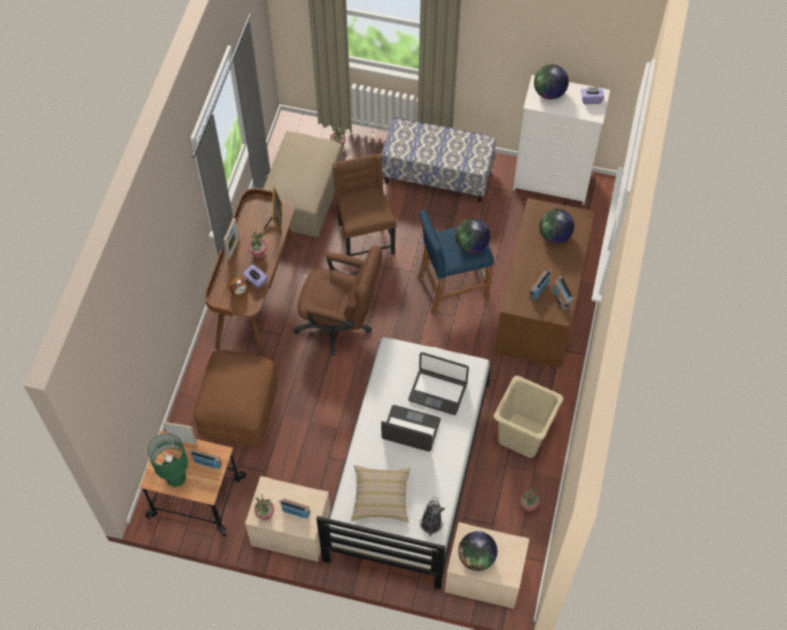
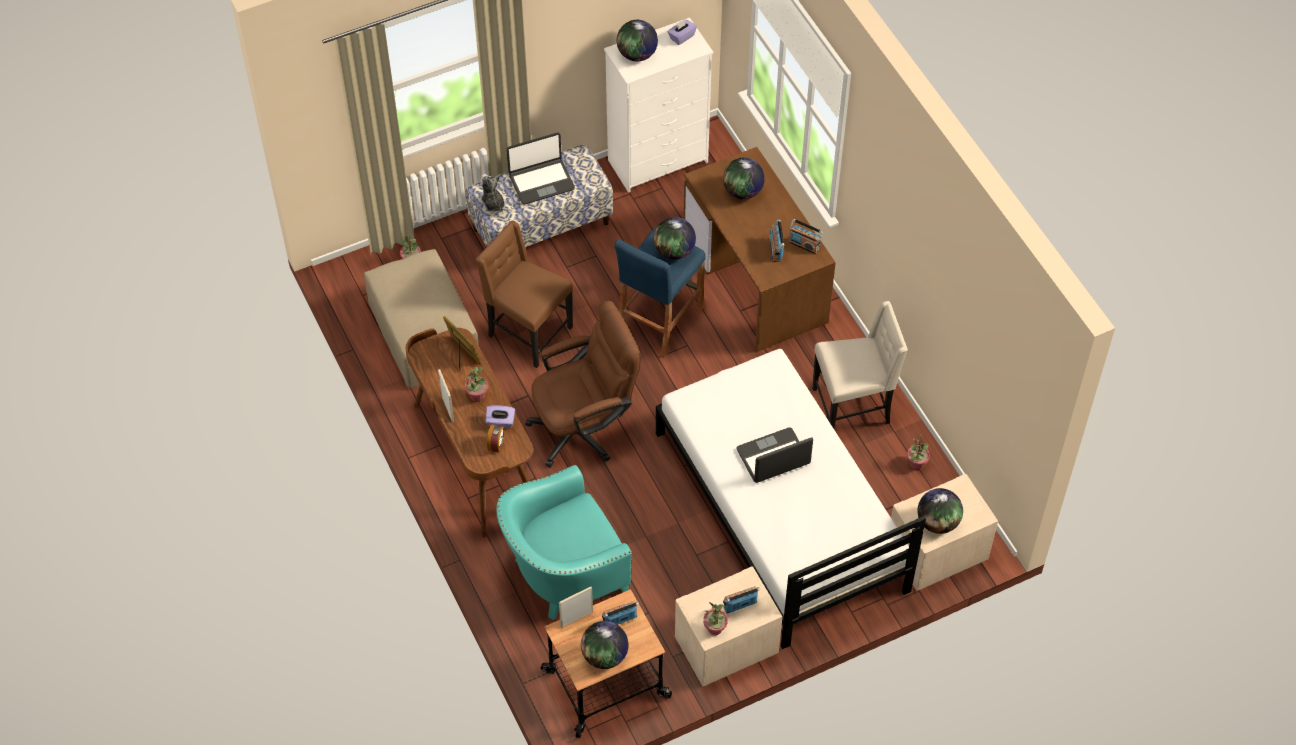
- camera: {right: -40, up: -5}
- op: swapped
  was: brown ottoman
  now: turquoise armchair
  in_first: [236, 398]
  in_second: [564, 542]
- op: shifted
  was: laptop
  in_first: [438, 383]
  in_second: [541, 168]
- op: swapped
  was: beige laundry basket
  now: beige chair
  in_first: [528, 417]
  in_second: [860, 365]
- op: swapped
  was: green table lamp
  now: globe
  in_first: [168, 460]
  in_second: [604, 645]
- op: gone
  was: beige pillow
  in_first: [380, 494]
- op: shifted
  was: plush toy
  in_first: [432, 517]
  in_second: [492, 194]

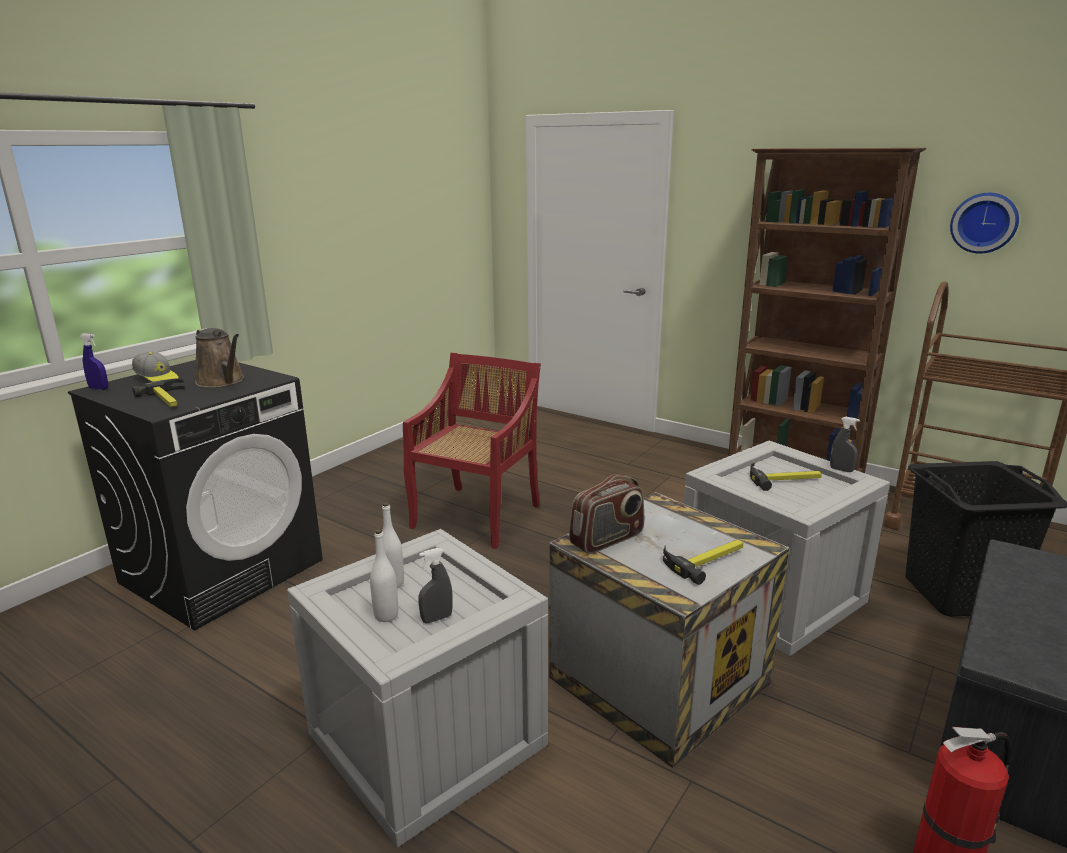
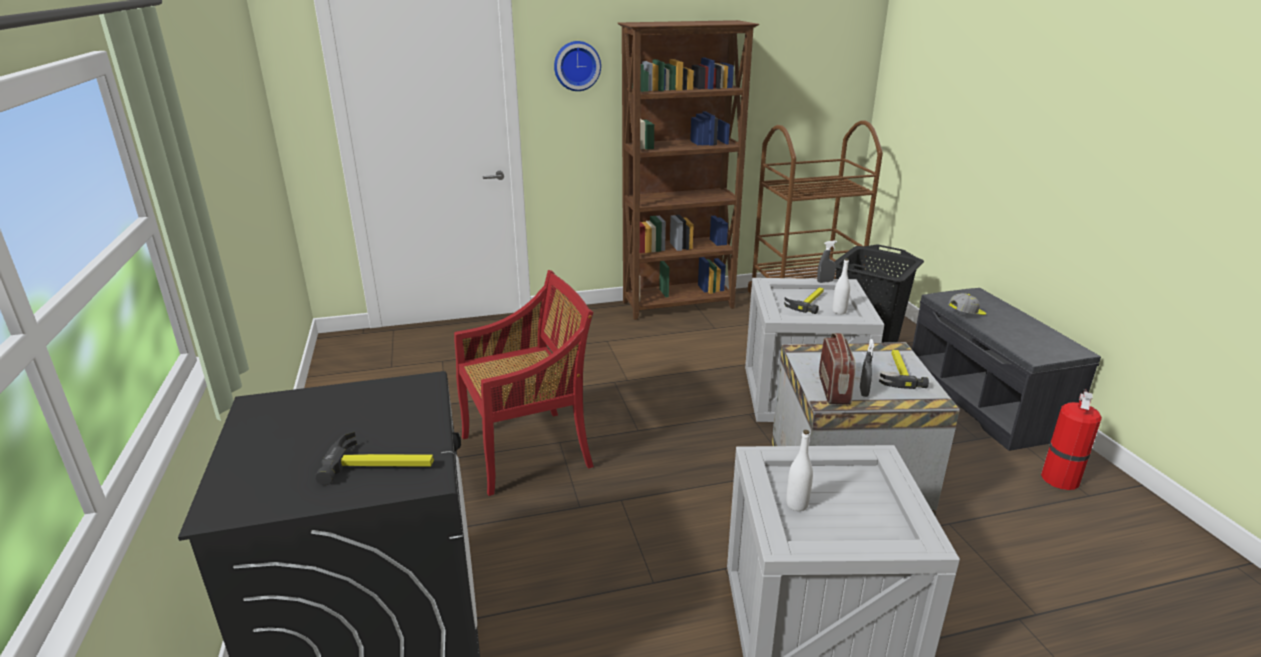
- camera: {right: -50, up: 5}
- op: shifted
  was: wall clock
  in_first: [984, 223]
  in_second: [577, 66]
- op: gone
  was: brown watering can
  in_first: [219, 358]
- op: gone
  was: blue spray bottle
  in_first: [94, 361]
- op: shifted
  was: cap
  in_first: [155, 366]
  in_second: [967, 304]
- op: rotated
  was: red chair
  in_first: [472, 450]
  in_second: [524, 383]
  clockwise: 90
- op: shifted
  was: white bottle
  in_first: [384, 575]
  in_second: [841, 286]
- op: shifted
  was: grey spray bottle
  in_first: [435, 585]
  in_second: [867, 368]

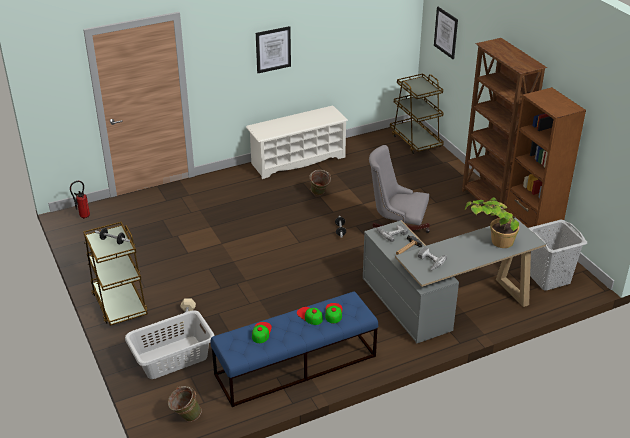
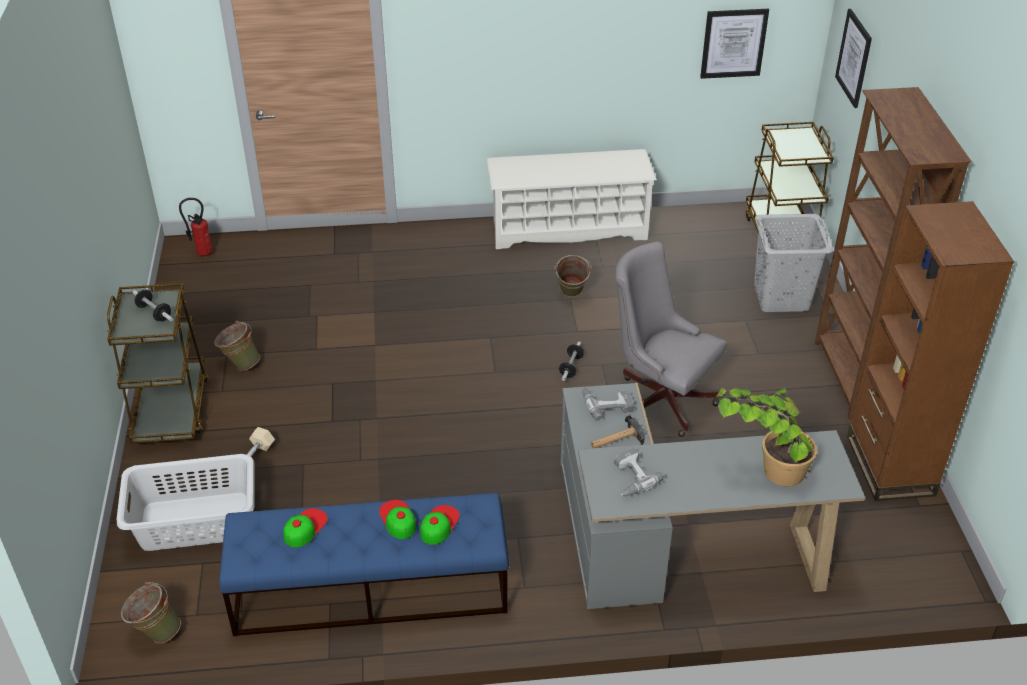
- camera: {right: 20, up: 5}
- op: shifted
  was: picture
  in_first: [273, 49]
  in_second: [734, 44]
- op: shifted
  was: grey laundry basket
  in_first: [557, 255]
  in_second: [793, 263]
- op: new
  now: green bucket
  in_second: [237, 346]

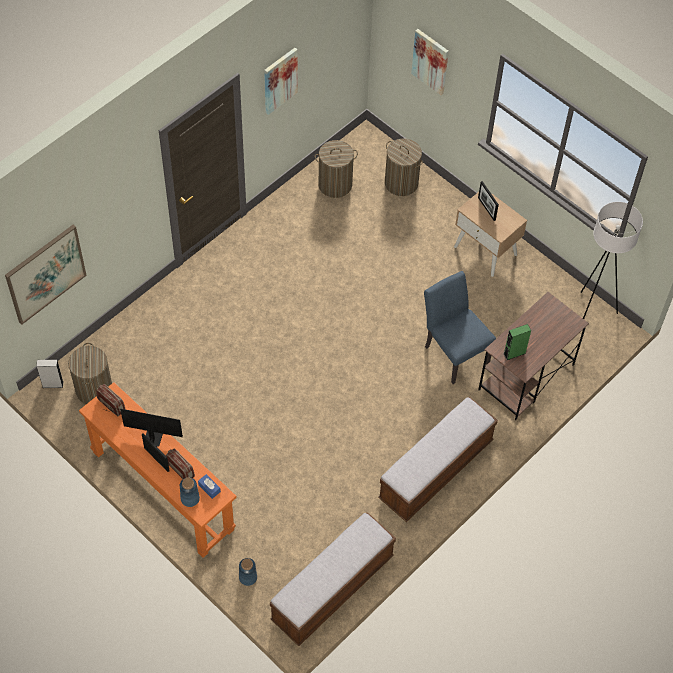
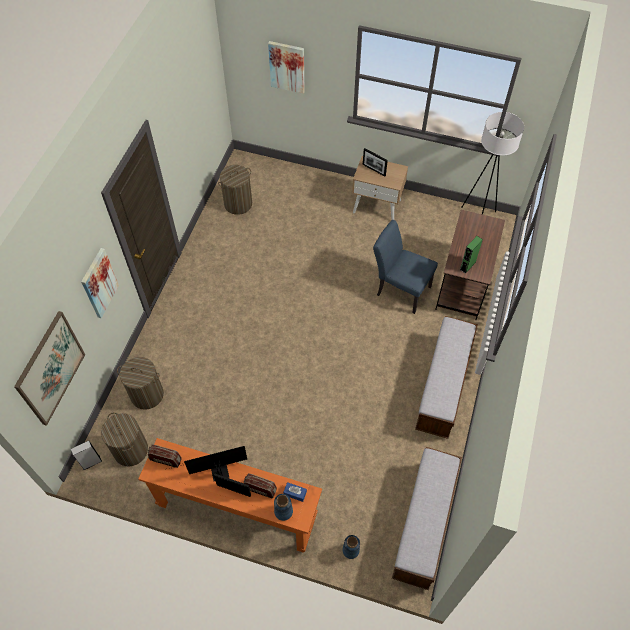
- camera: {right: -25, up: 0}
- op: shifted
  was: picture
  in_first: [281, 81]
  in_second: [100, 283]
- op: shifted
  was: laundry basket
  in_first: [404, 167]
  in_second: [140, 383]

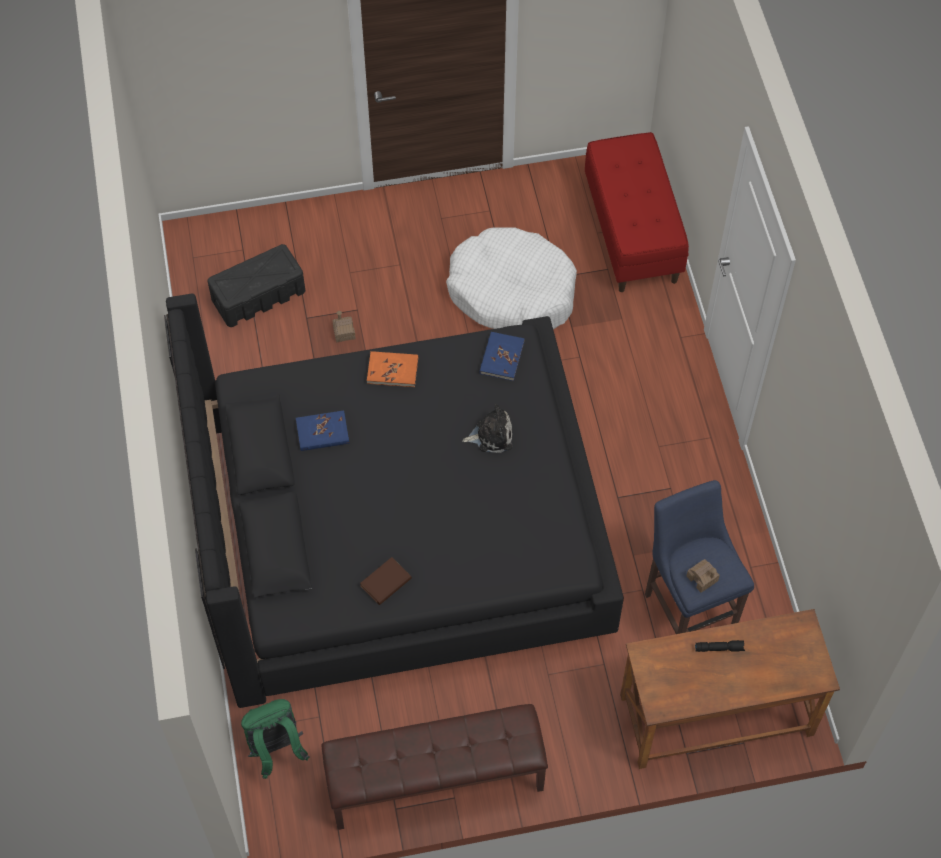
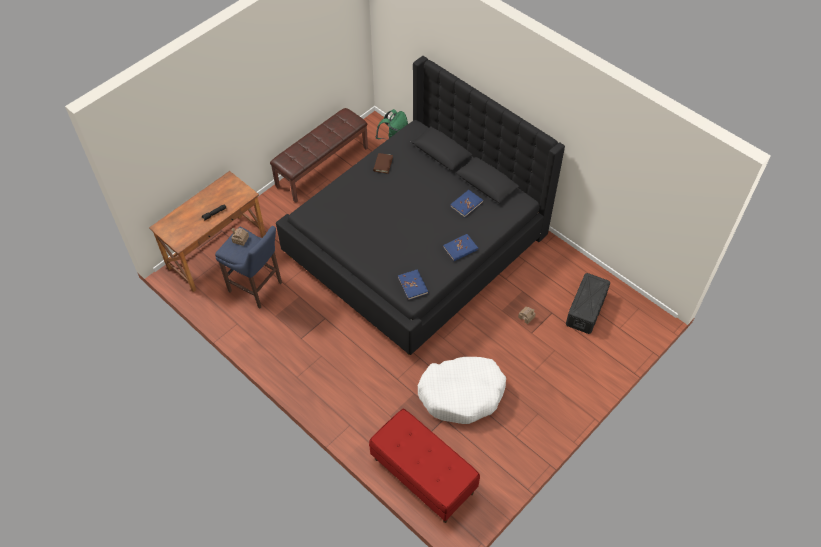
- camera: {right: 145, up: -5}
- op: repainted
  was: orange book
  now: blue book
  in_first: [392, 369]
  in_second: [460, 247]
- op: gone
  was: plush toy
  in_first: [487, 428]

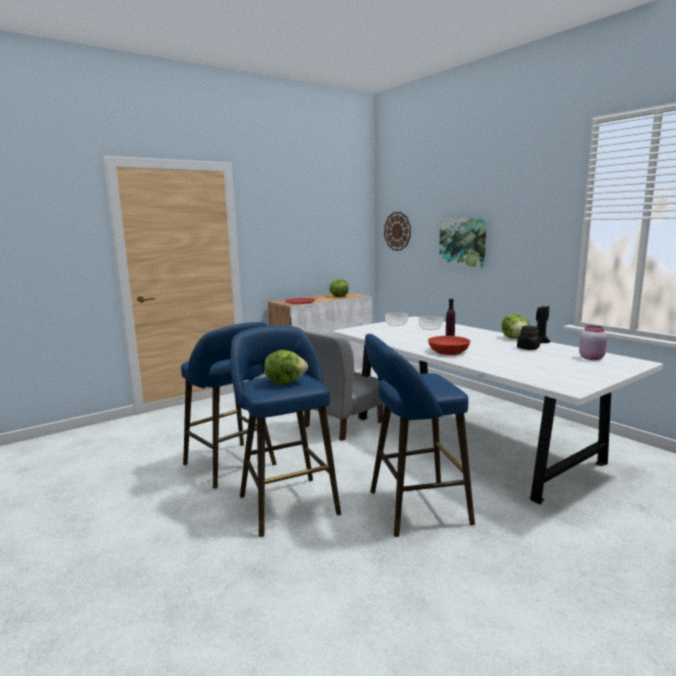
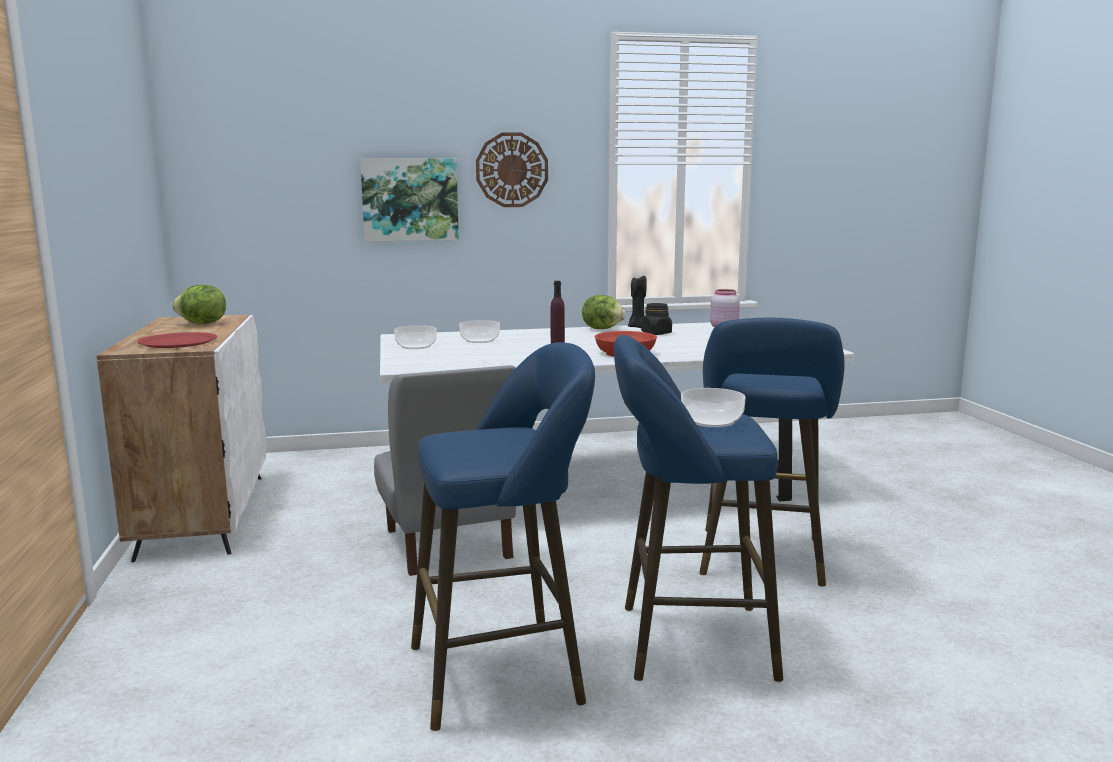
- camera: {right: -65, up: 0}
- op: shifted
  was: wall clock
  in_first: [397, 231]
  in_second: [512, 169]
- op: swapped
  was: lettuce
  now: bowl
  in_first: [286, 367]
  in_second: [713, 407]

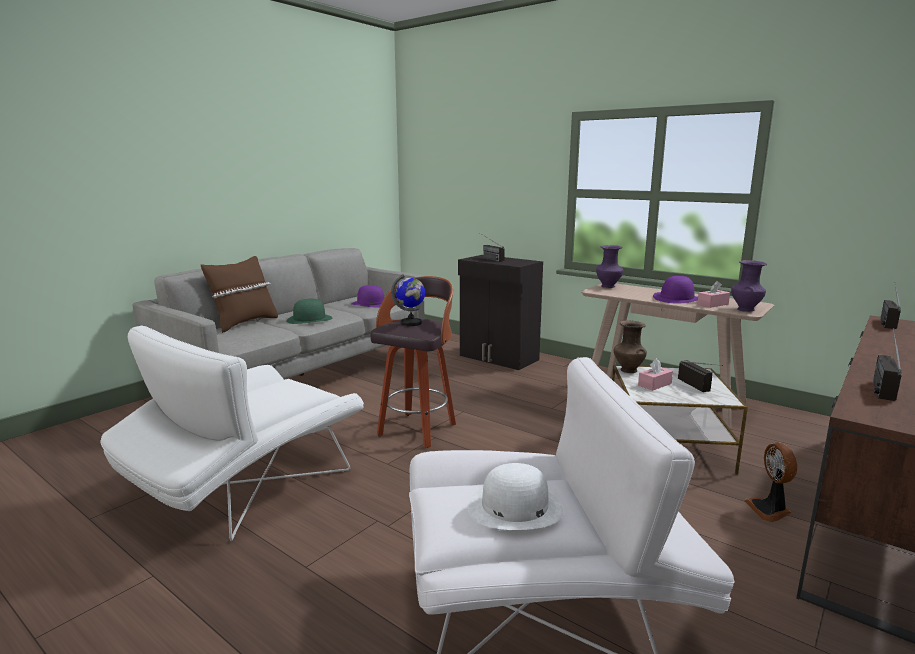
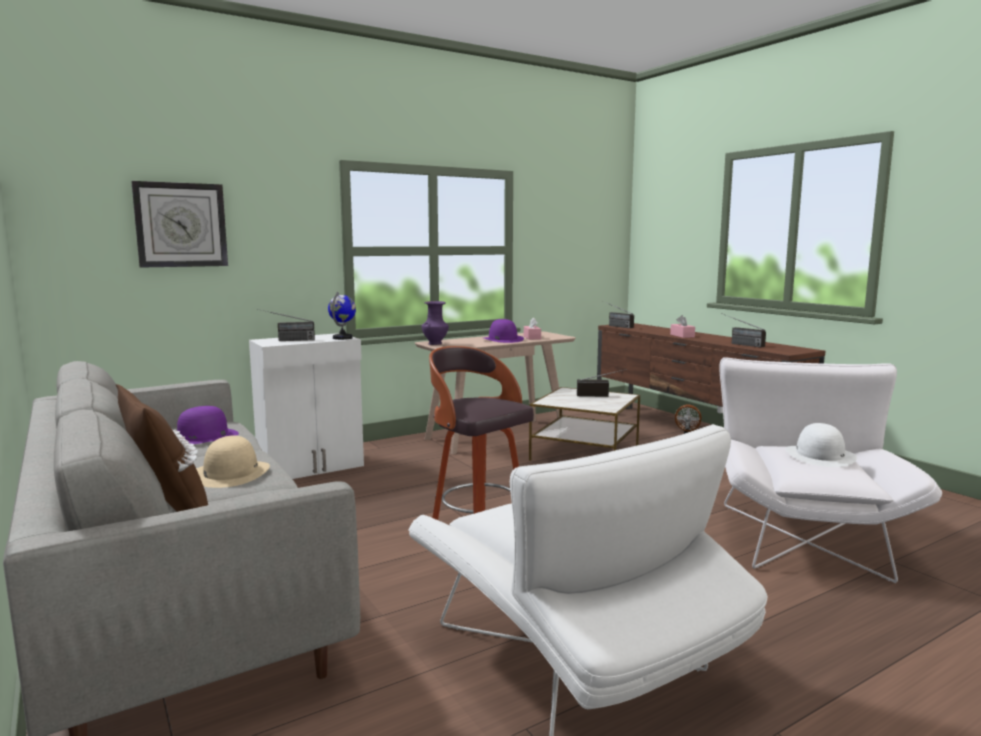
- camera: {right: -70, up: -5}
- op: repainted
  was: black cabinet
  now: white cabinet
  in_first: [500, 312]
  in_second: [306, 406]
- op: gone
  was: purple vase
  in_first: [749, 286]
- op: shifted
  was: globe
  in_first: [408, 300]
  in_second: [342, 316]
- op: repainted
  was: green hat
  now: beige hat
  in_first: [309, 311]
  in_second: [233, 462]
- op: gone
  was: brown vase
  in_first: [630, 346]
- op: shifted
  was: pink tissue box
  in_first: [655, 374]
  in_second: [682, 326]
- op: new
  now: wall clock
  in_second: [179, 224]

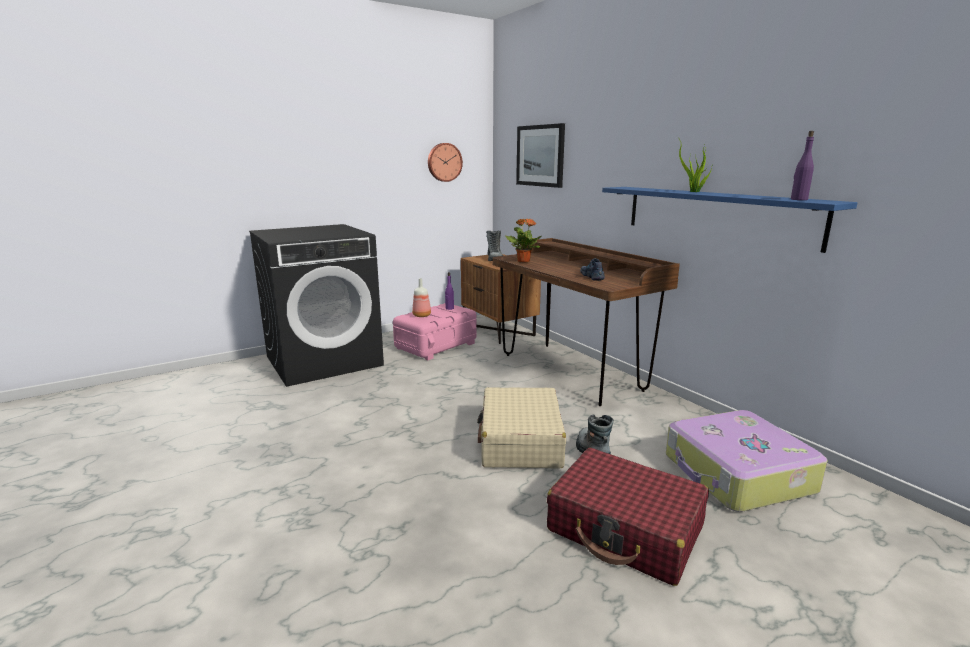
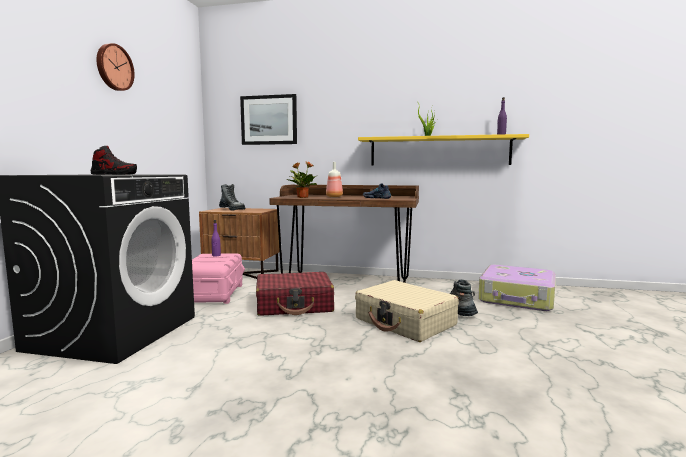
- camera: {right: -45, up: -10}
- op: shifted
  was: wall clock
  in_first: [445, 162]
  in_second: [115, 67]
- op: repainted
  was: blue shelf
  now: yellow shelf
  in_first: [730, 220]
  in_second: [443, 149]
- op: shifted
  was: bottle
  in_first: [421, 297]
  in_second: [334, 179]
- op: shifted
  was: red suitcase
  in_first: [628, 517]
  in_second: [295, 294]
- op: new
  now: shoe
  in_second: [114, 160]

